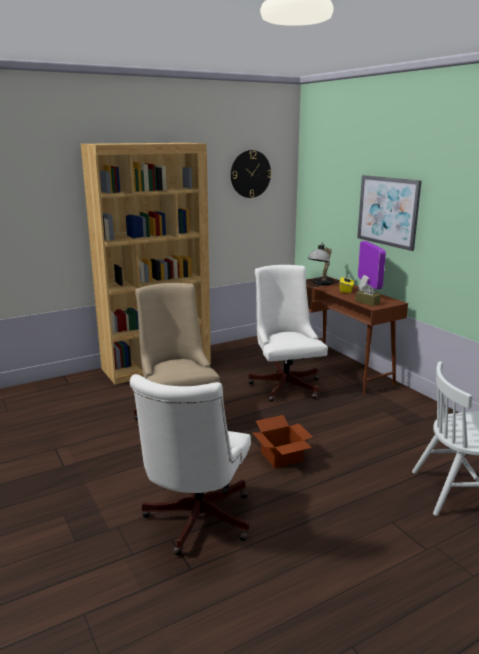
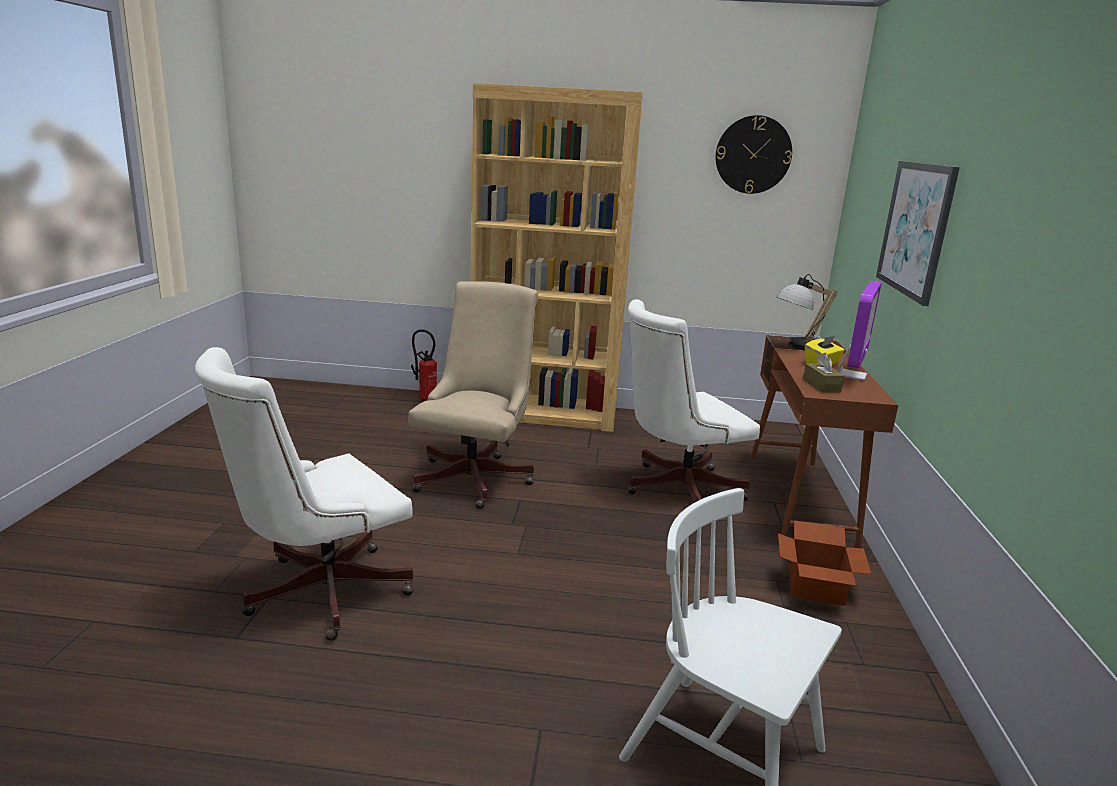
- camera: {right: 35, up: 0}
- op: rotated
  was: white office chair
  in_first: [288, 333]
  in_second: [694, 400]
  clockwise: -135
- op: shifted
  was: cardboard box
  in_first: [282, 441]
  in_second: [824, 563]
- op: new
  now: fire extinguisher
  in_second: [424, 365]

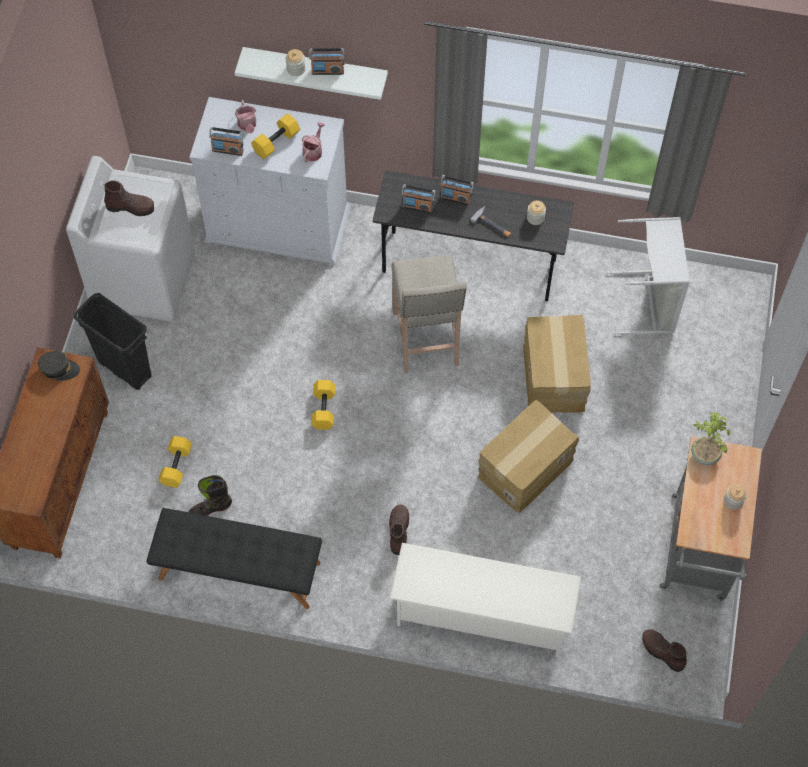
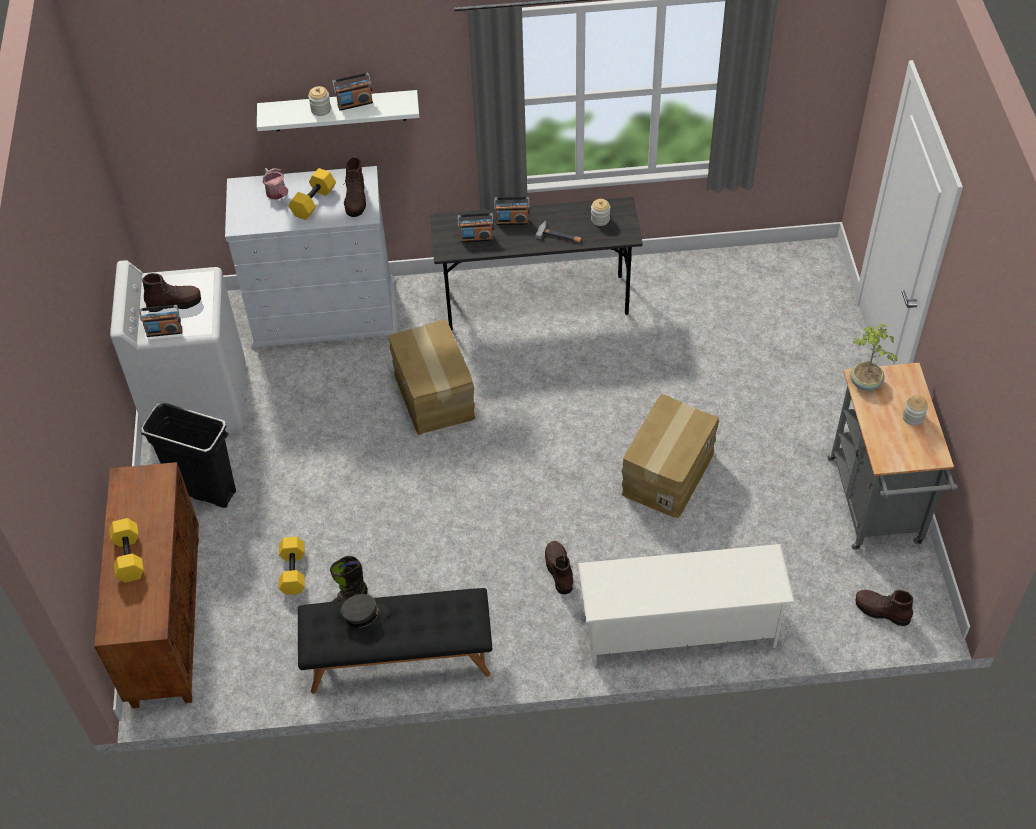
- camera: {right: -15, up: -10}
- op: swapped
  was: watering can
  now: brown boot
  in_first: [313, 142]
  in_second: [355, 187]
- op: shifted
  was: radio
  in_first: [226, 141]
  in_second: [160, 321]
- op: gone
  was: grey laundry basket
  in_first: [648, 276]
- op: gone
  was: beige stool
  in_first: [429, 313]
- op: shifted
  was: cardboard box
  in_first: [557, 364]
  in_second: [432, 377]
- op: shifted
  was: grey cap
  in_first: [59, 366]
  in_second: [365, 611]
- op: shifted
  was: yellow dumbbell
  in_first: [323, 405]
  in_second: [126, 550]

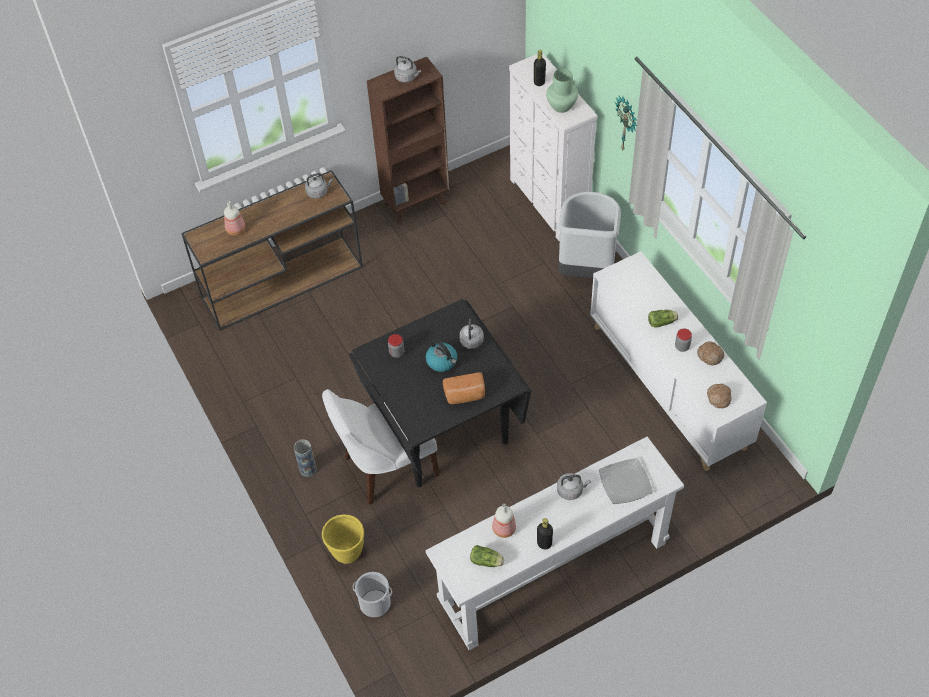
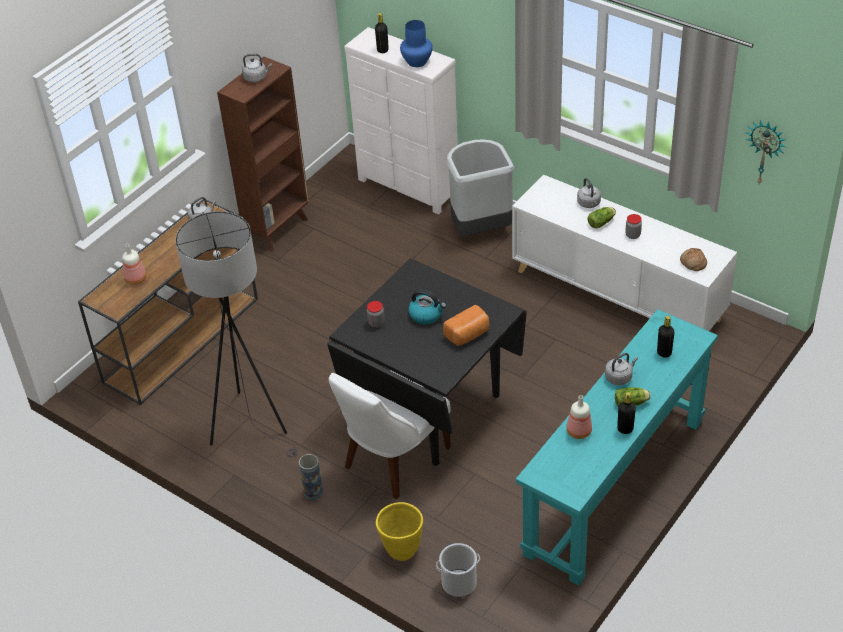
- camera: {right: -25, up: -10}
- op: repainted
  was: green vase
  now: blue vase
  in_first: [562, 90]
  in_second: [416, 43]
- op: shifted
  was: wall clock
  in_first: [626, 123]
  in_second: [765, 152]
- op: shifted
  was: grey kettle
  in_first: [471, 334]
  in_second: [589, 193]
- op: gone
  was: bread
  in_first: [710, 353]
- op: repainted
  was: white console table
  now: turquoise console table
  in_first: [554, 543]
  in_second: [617, 447]
- op: swapped
  was: plate
  now: black bottle
  in_first: [626, 481]
  in_second: [666, 337]
- op: shifted
  was: lettuce
  in_first: [487, 556]
  in_second: [633, 396]
- op: new
  now: grey floor lamp
  in_second: [237, 334]

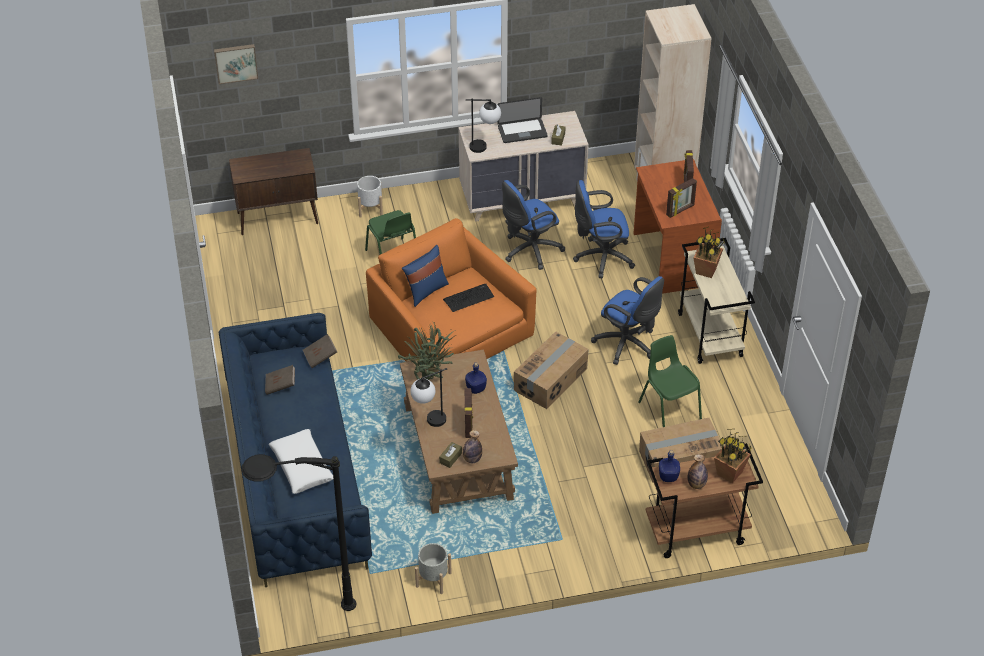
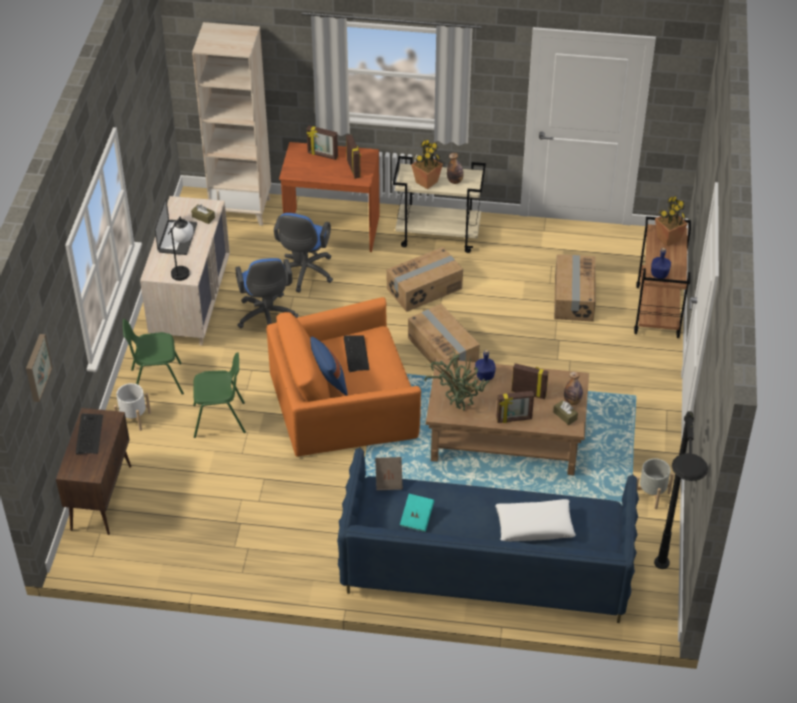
- camera: {right: -70, up: 0}
- op: swapped
  was: blue office chair
  now: cardboard box
  in_first: [627, 320]
  in_second: [424, 279]
- op: shifted
  was: green chair
  in_first: [670, 381]
  in_second: [153, 357]
- op: repainted
  was: brown book
  now: turquoise book
  in_first: [280, 380]
  in_second: [417, 513]
- op: swapped
  was: table lamp
  now: picture frame
  in_first: [428, 397]
  in_second: [515, 407]
- op: shifted
  was: bottle
  in_first: [697, 471]
  in_second: [455, 168]
- op: new
  now: keyboard
  in_second: [89, 434]

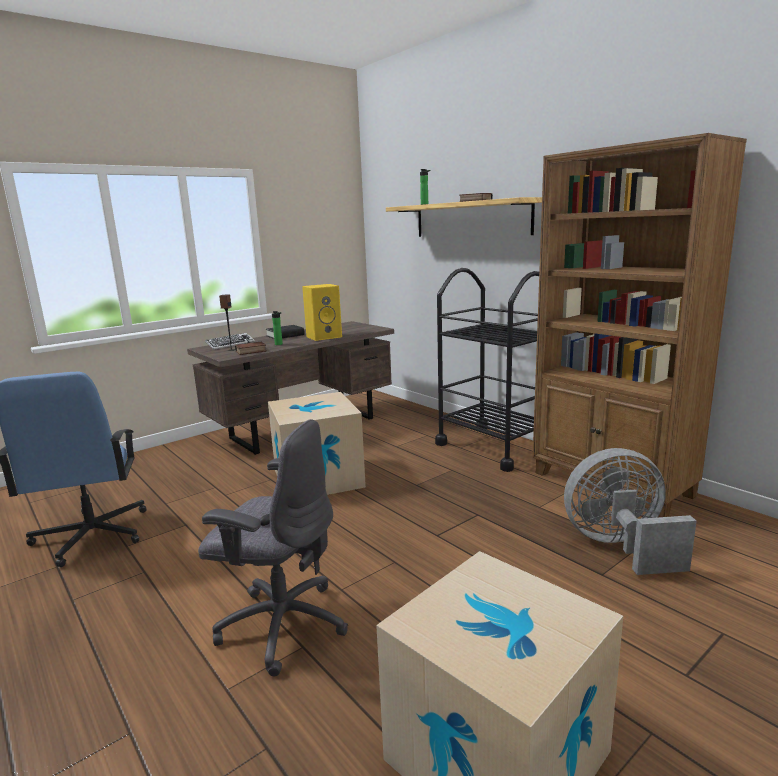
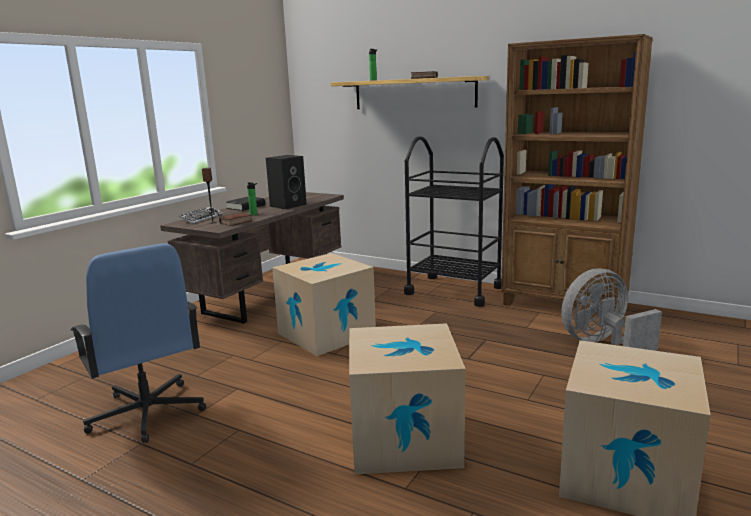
- camera: {right: -20, up: 0}
- op: repainted
  was: yellow speaker
  now: black speaker
  in_first: [322, 312]
  in_second: [286, 182]
- op: swapped
  was: grey office chair
  now: cardboard box
  in_first: [273, 547]
  in_second: [407, 398]

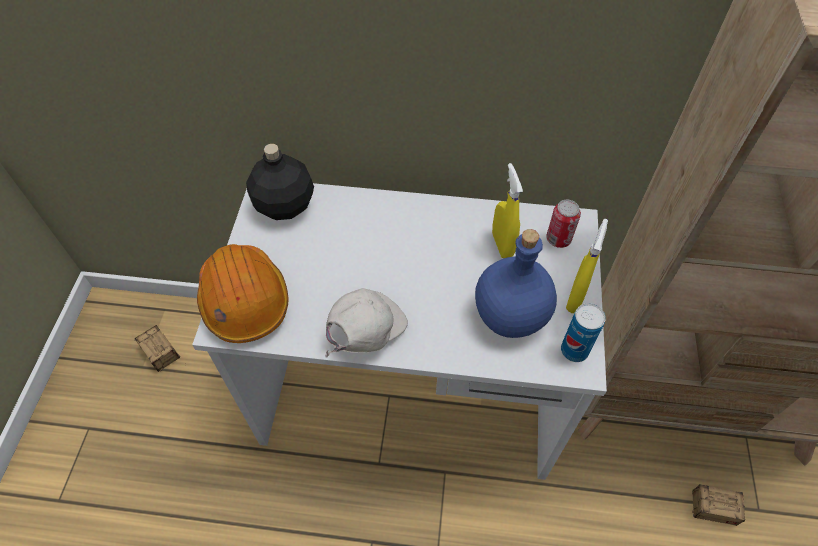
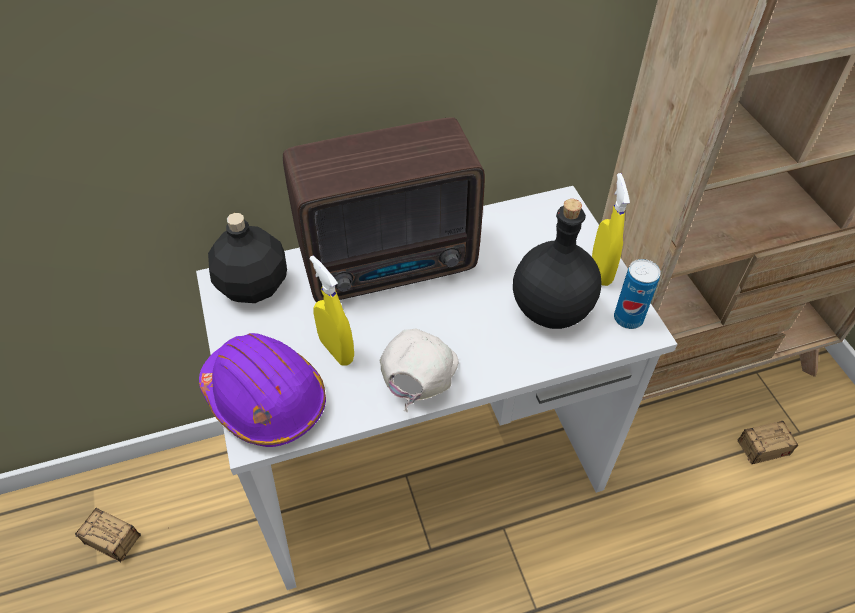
- camera: {right: -25, up: -5}
- op: shifted
  was: yellow spray bottle
  in_first: [507, 210]
  in_second: [332, 310]
- op: gone
  was: can
  in_first: [563, 224]
- op: repainted
  was: blue bottle
  now: black bottle
  in_first: [516, 283]
  in_second: [557, 264]
- op: repainted
  was: orange hard hat
  now: purple hard hat
  in_first: [243, 293]
  in_second: [262, 390]
- op: new
  now: radio
  in_second: [384, 210]

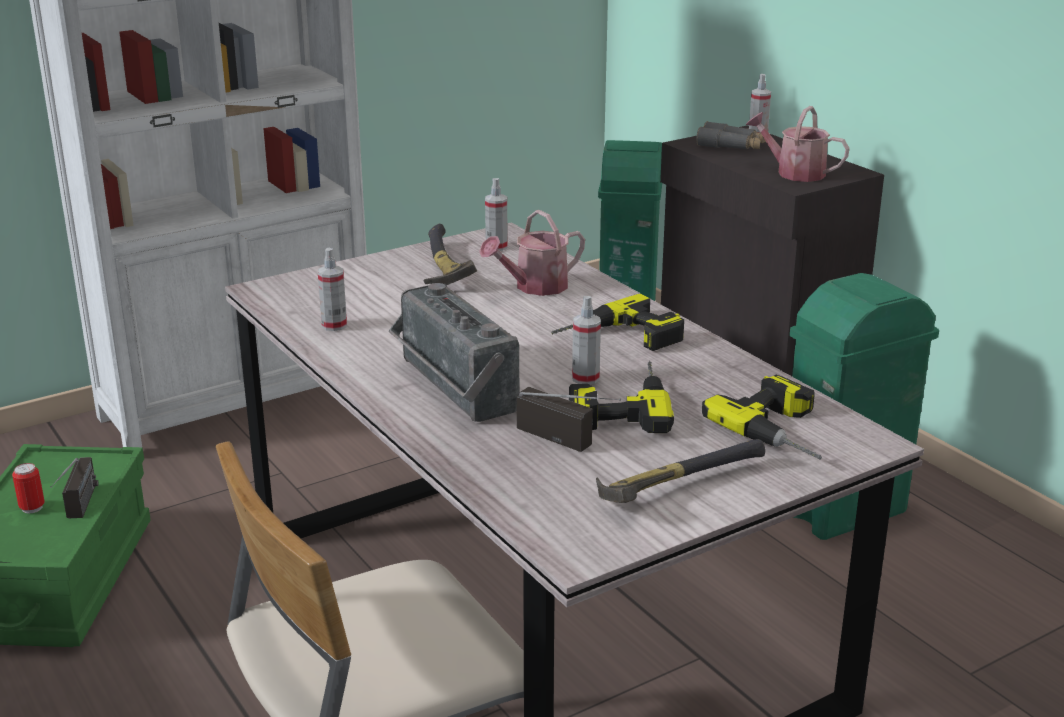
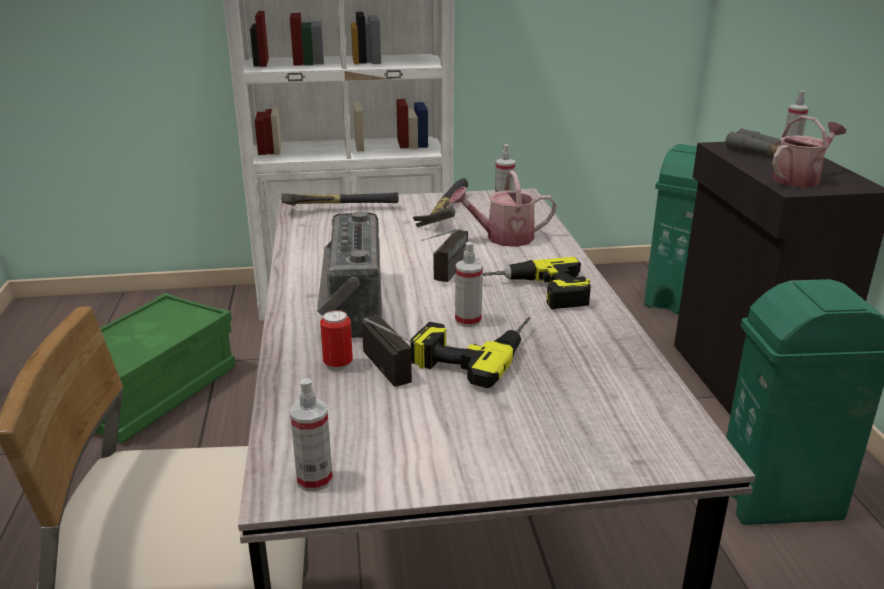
- camera: {right: 25, up: 0}
- op: rotated
  was: watering can
  in_first: [798, 144]
  in_second: [809, 151]
  clockwise: 90
- op: shifted
  was: spray bottle
  in_first: [332, 289]
  in_second: [311, 435]
- op: gone
  was: power drill
  in_first: [762, 417]
- op: shifted
  was: hammer
  in_first: [681, 471]
  in_second: [340, 199]
- op: shifted
  was: radio
  in_first: [75, 487]
  in_second: [445, 255]
- op: shifted
  was: can
  in_first: [28, 488]
  in_second: [336, 340]

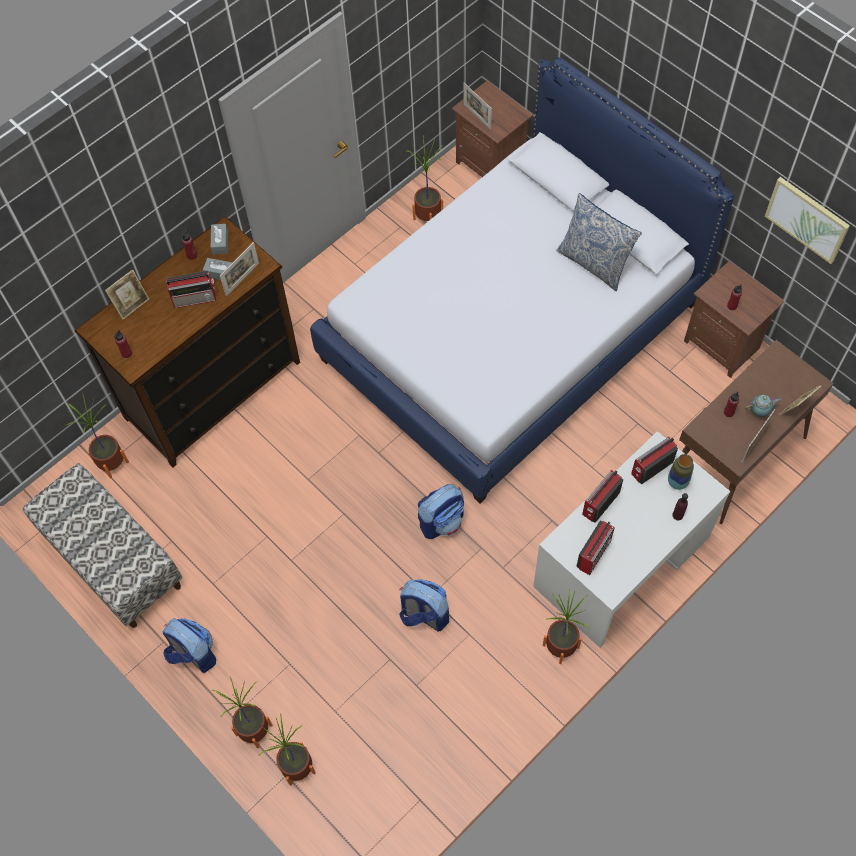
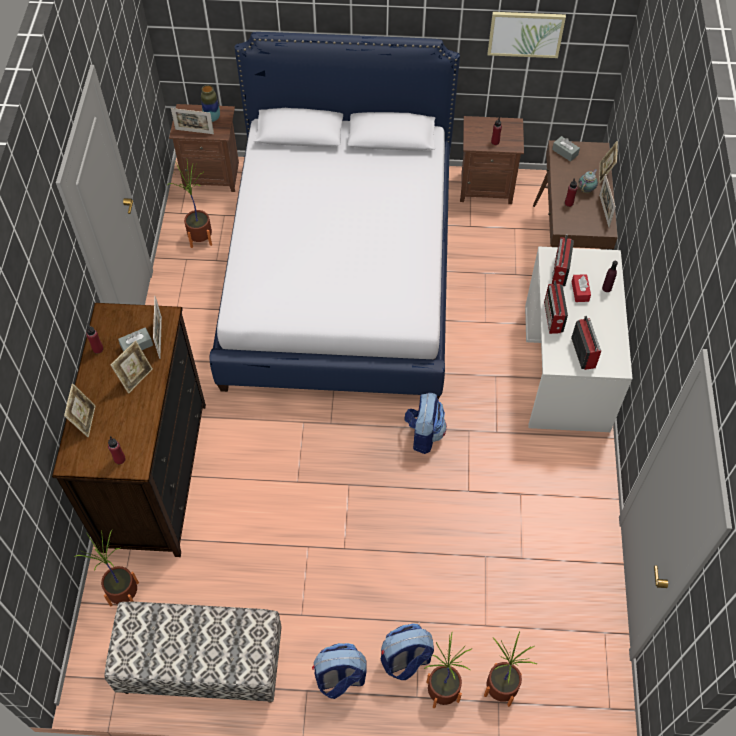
- camera: {right: -45, up: -5}
- op: gone
  was: pillow
  in_first: [599, 242]
- op: shifted
  was: grey tissue box
  in_first: [219, 239]
  in_second: [566, 149]
- op: swapped
  was: radio
  now: picture frame
  in_first: [191, 289]
  in_second: [131, 366]
- op: shifted
  was: vase
  in_first: [681, 472]
  in_second: [210, 103]
- op: shifted
  was: backpack
  in_first: [424, 605]
  in_second: [407, 652]
- op: gone
  was: potted plant
  in_first: [566, 626]
- op: new
  now: red tissue box
  in_second: [581, 288]

